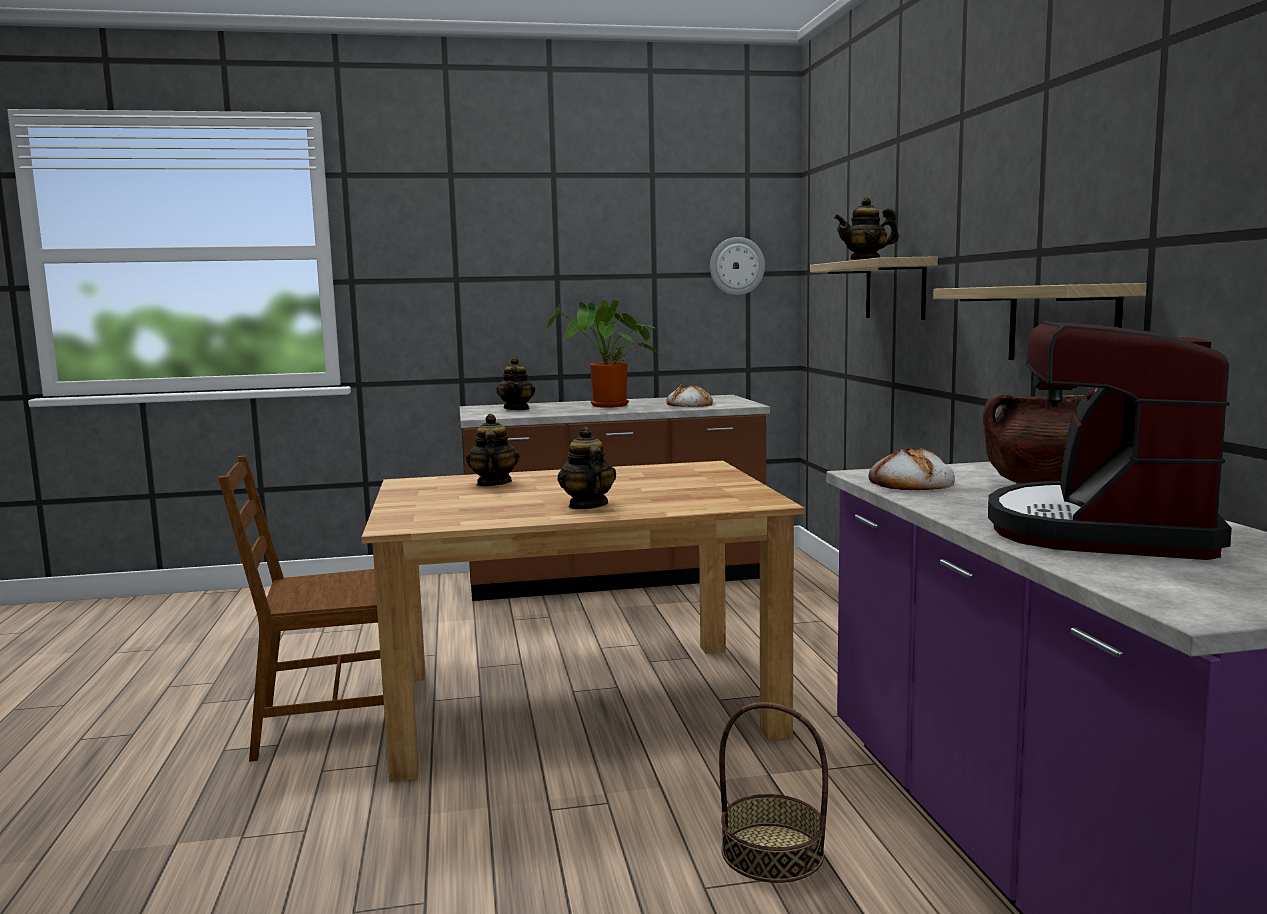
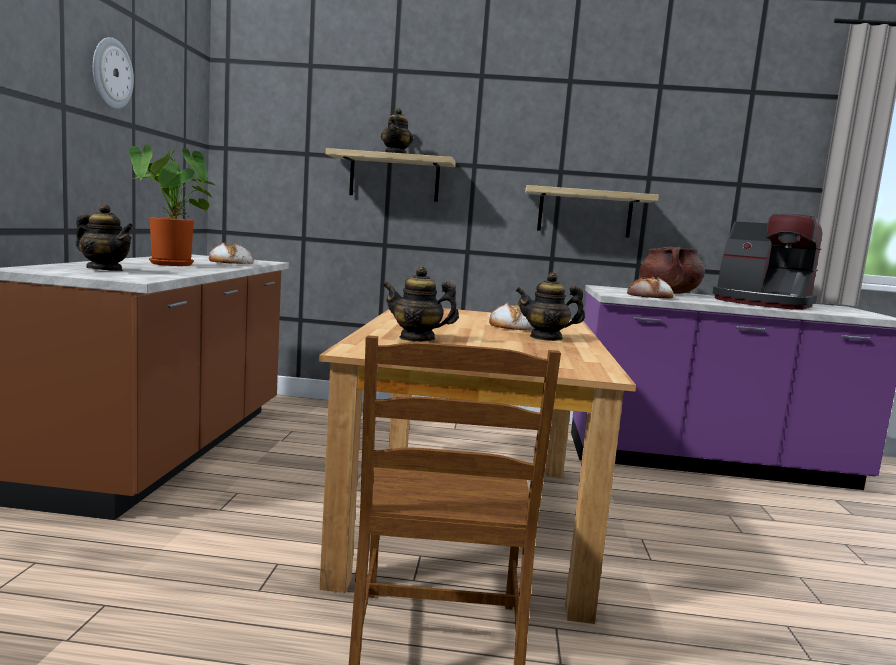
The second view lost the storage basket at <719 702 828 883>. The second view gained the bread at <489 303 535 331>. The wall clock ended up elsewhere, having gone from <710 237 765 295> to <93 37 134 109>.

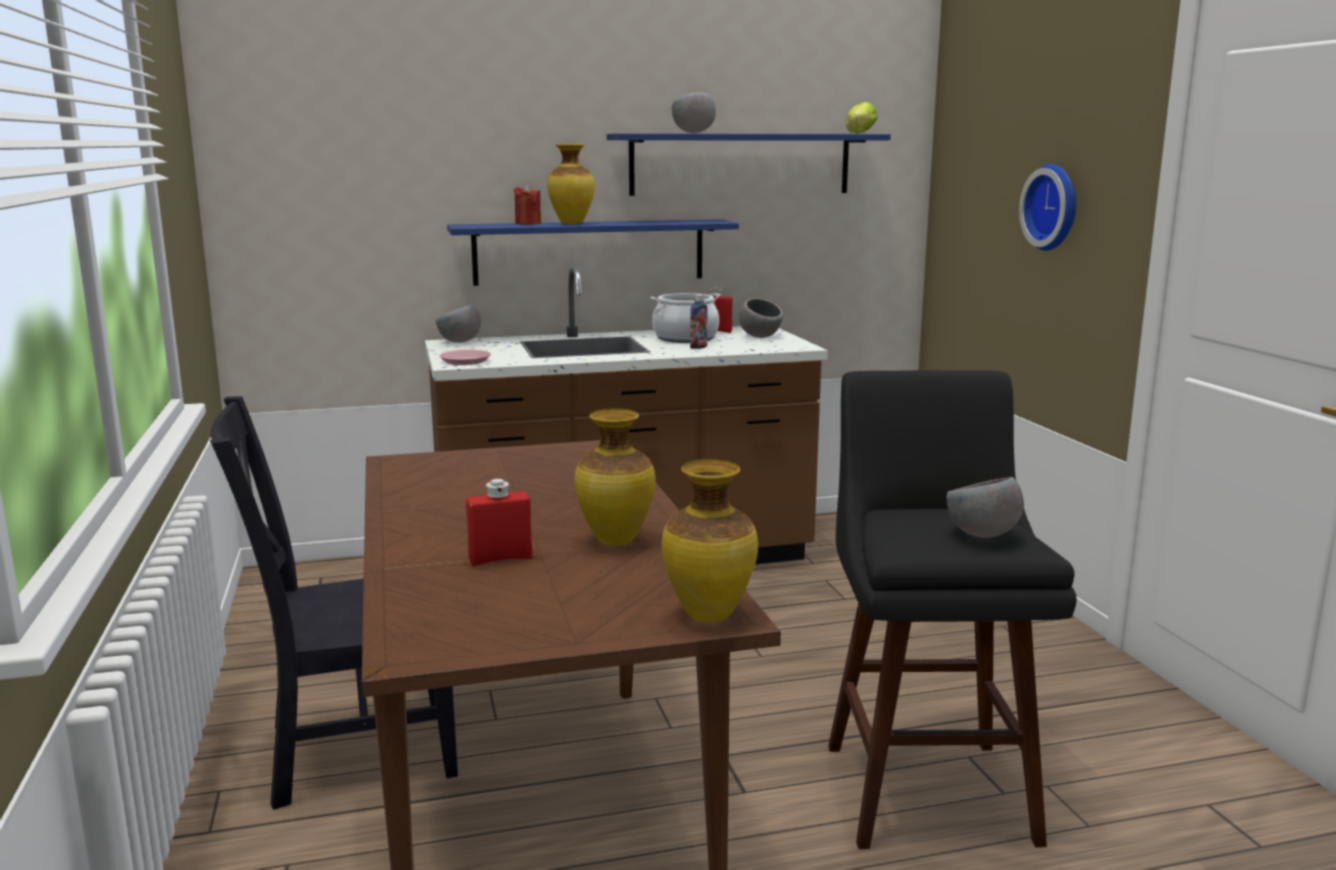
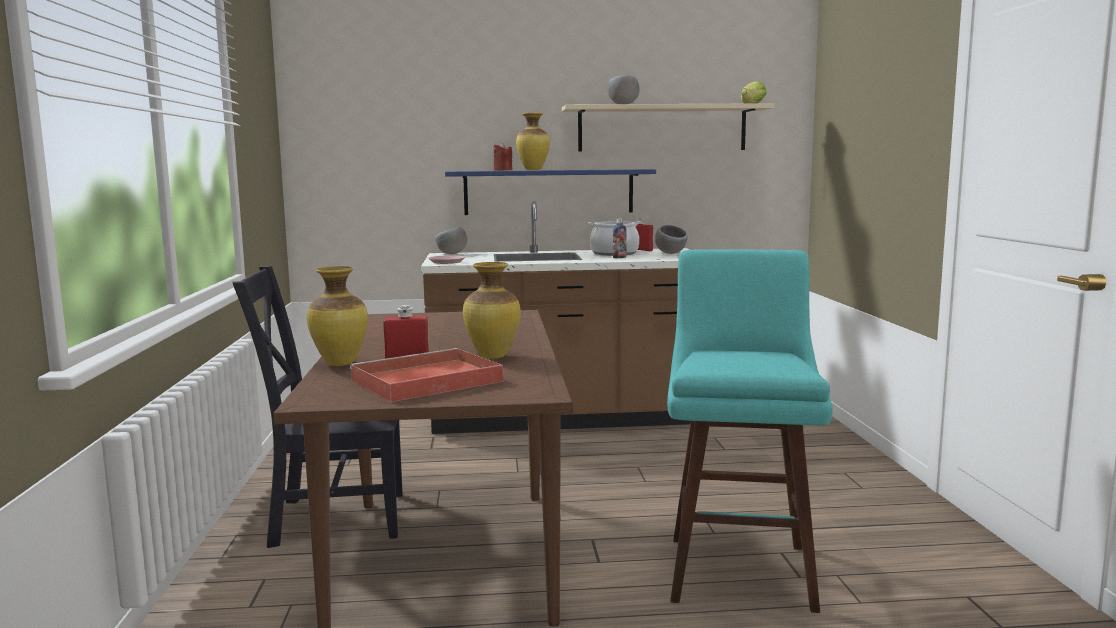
The second view lost the grey deep dish at <946 477 1024 538>. The second view lost the wall clock at <1019 164 1076 251>. The second view gained the red carrying tray at <350 348 503 402>. The flower vase ended up elsewhere, having gone from <662 459 758 623> to <307 266 368 366>. What was the bluish bracket shelf at <607 133 891 196> turned into the sand-coloured bracket shelf at <562 103 774 152>. What was the black stool at <828 370 1077 849> turned into the turquoise stool at <667 249 833 613>.

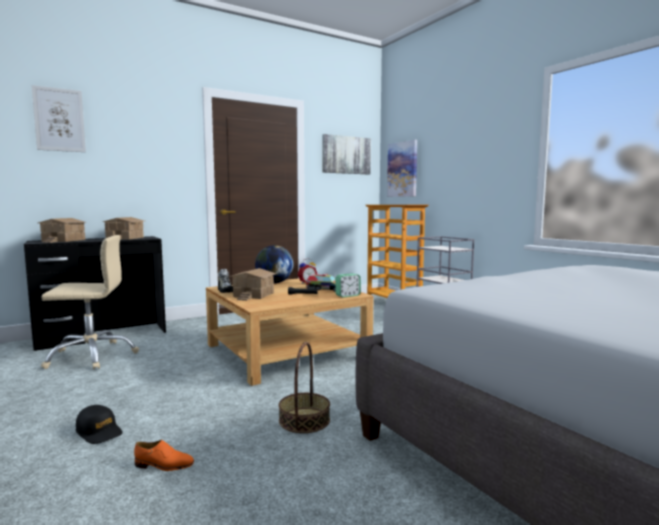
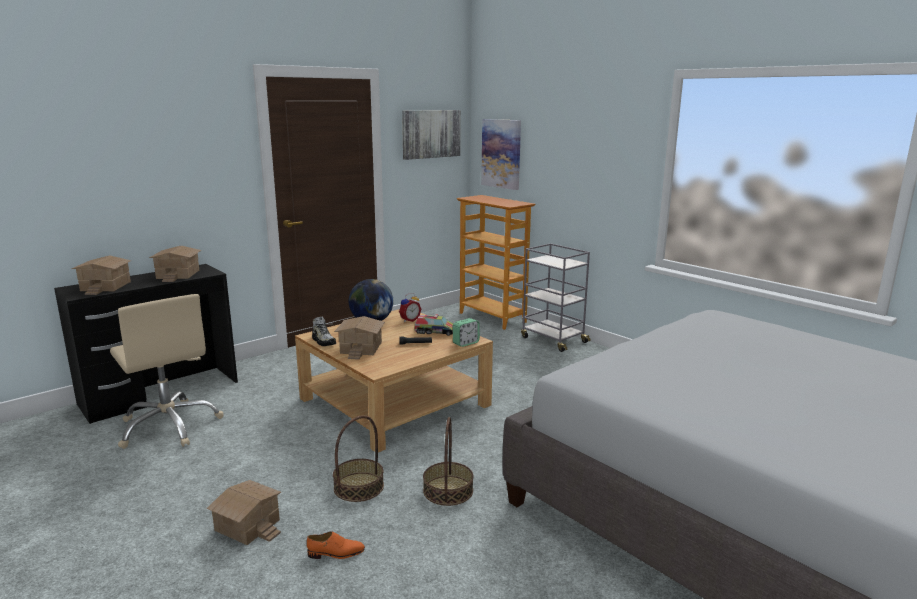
The second view lost the wall picture at <32 85 86 152>. The second view gained the storage basket at <333 415 384 502>. Where the black peaked cap stood at <76 405 122 444>, the toy house came to stand at <207 480 281 545>. The sand-coloured office chair at <41 235 139 370> ended up facing another way, 75 degrees clockwise from before.

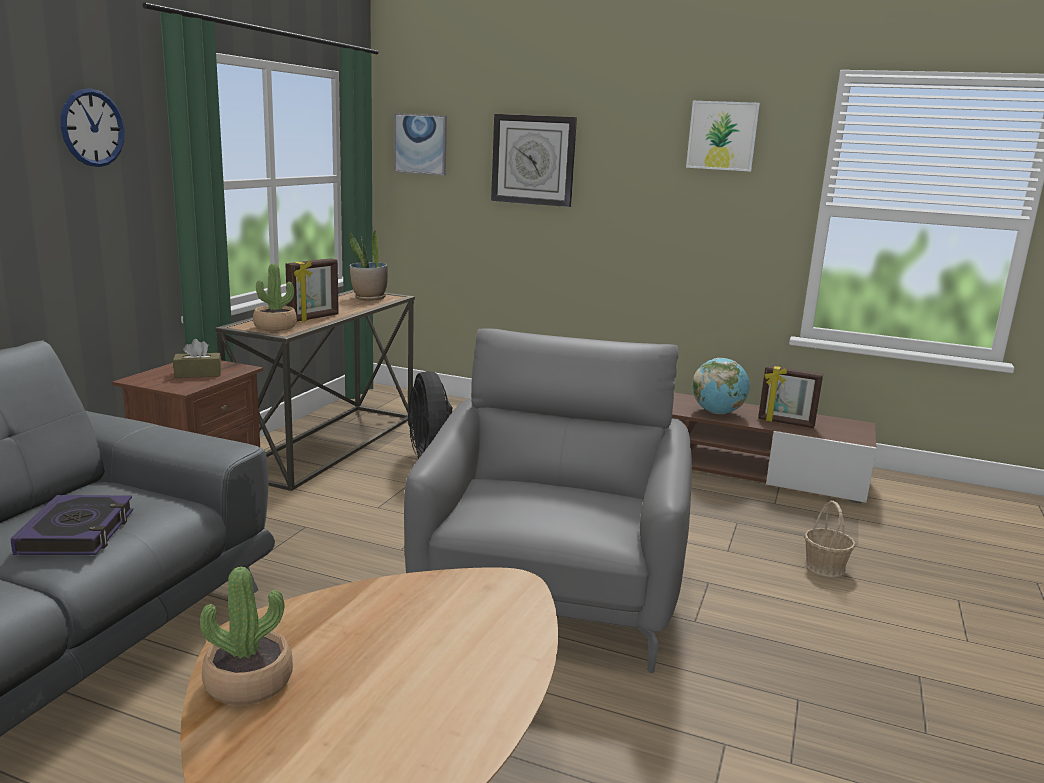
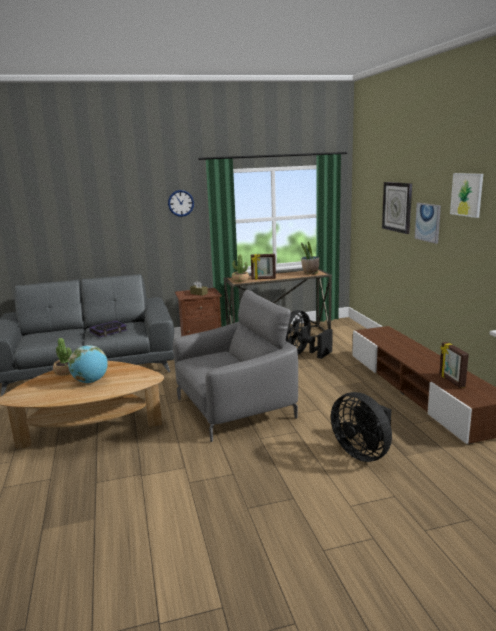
The wall picture ended up elsewhere, having gone from <394 113 447 175> to <415 203 441 244>. The globe ended up elsewhere, having gone from <692 358 750 414> to <68 345 108 383>. Where the storage basket stood at <804 501 856 577>, the black cooling fan came to stand at <331 392 392 462>.

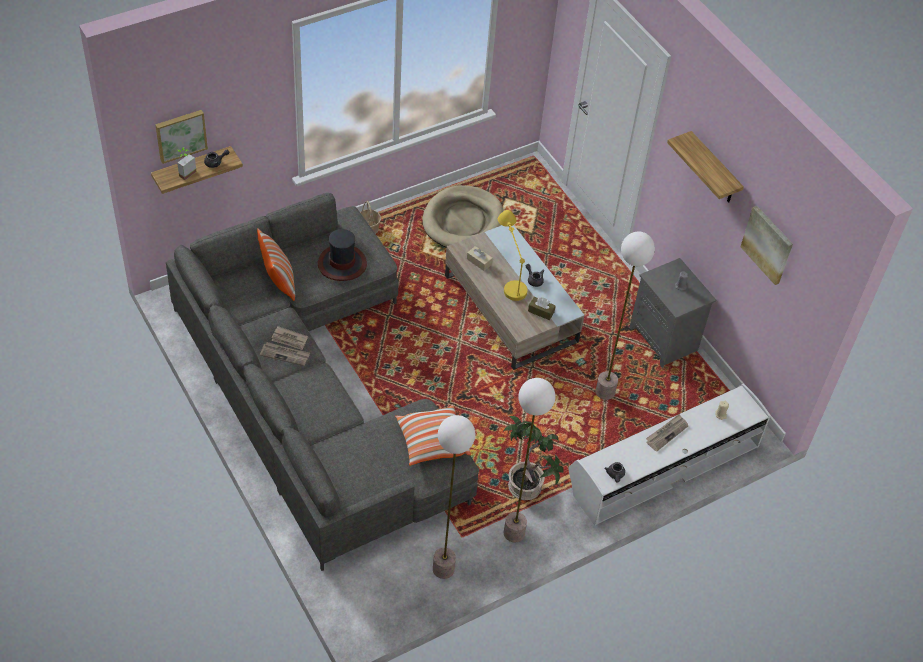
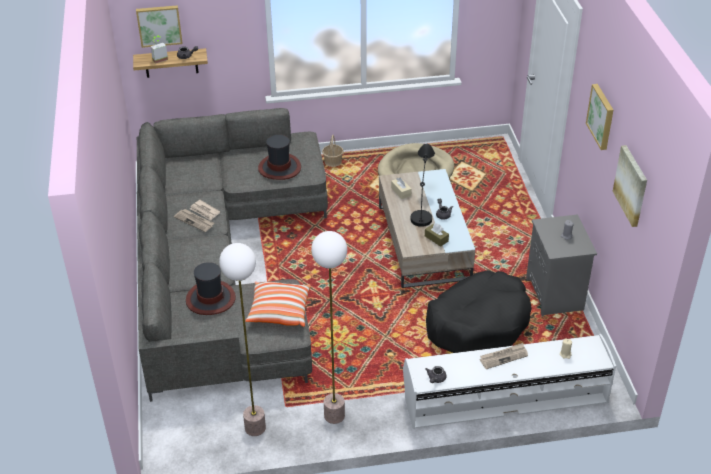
The second view lost the throw pillow at <257 228 295 301>. The second view lost the houseplant at <503 416 564 500>. The second view gained the clothing hat at <186 262 236 315>. Where the standing lamp stood at <595 232 655 400>, the black pet bed came to stand at <426 270 532 353>. Where the bracket shelf hung at <667 131 744 203>, the wall picture came to hang at <586 84 613 150>. What was the yellowish tabletop lamp at <498 210 527 301> turned into the black tabletop lamp at <411 143 435 227>.

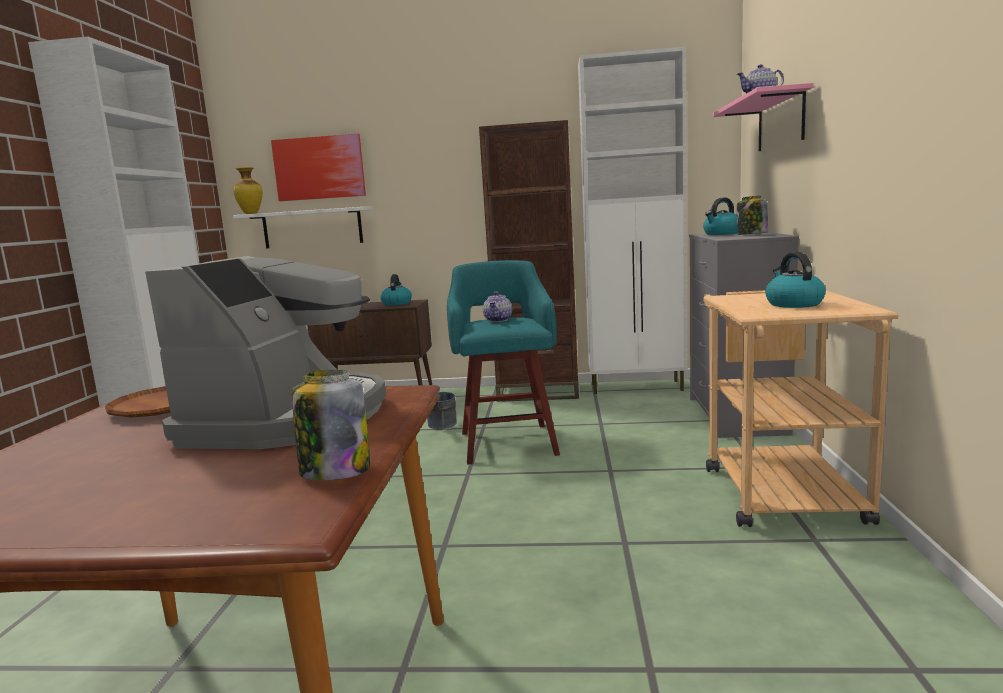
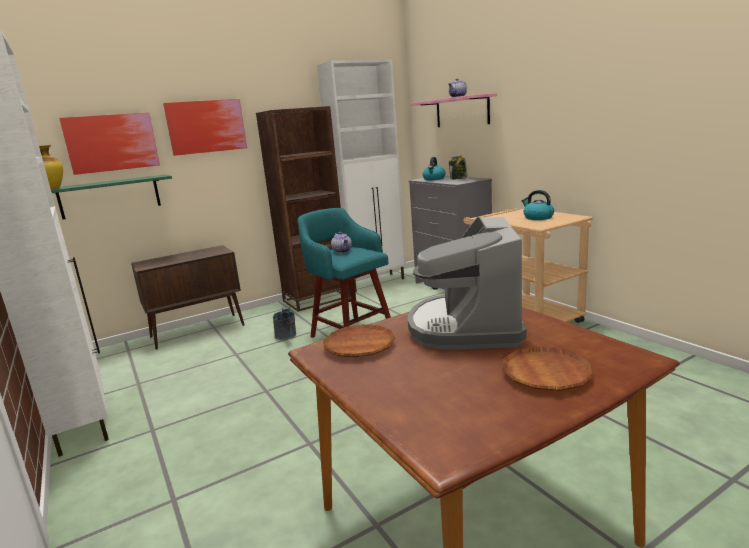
The second view lost the preserve jar at <292 369 370 480>. The second view lost the tea kettle at <380 274 412 306>. The second view gained the wall picture at <163 99 247 156>. The second view gained the brownish flat dish at <502 347 594 391>. What was the white-coloured bracket shelf at <233 207 373 249> turned into the green bracket shelf at <51 174 172 220>. The coffee brewer at <145 256 386 449> ended up facing another way, 150 degrees counterclockwise from before.

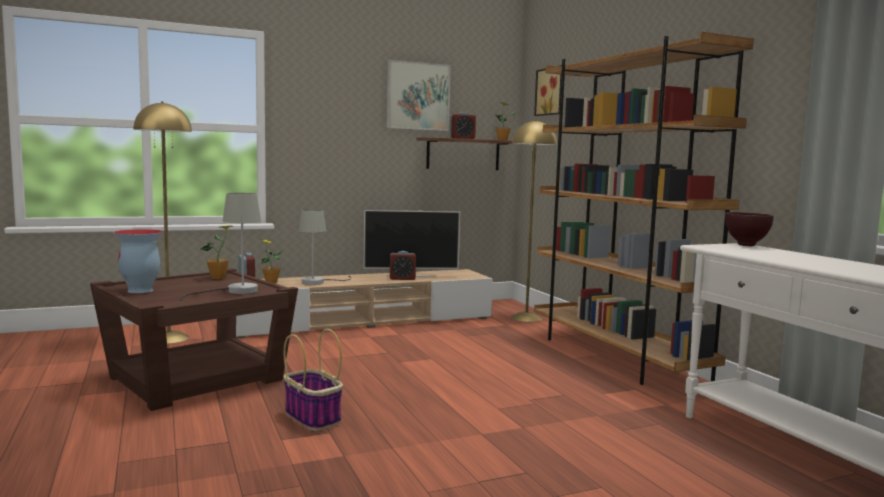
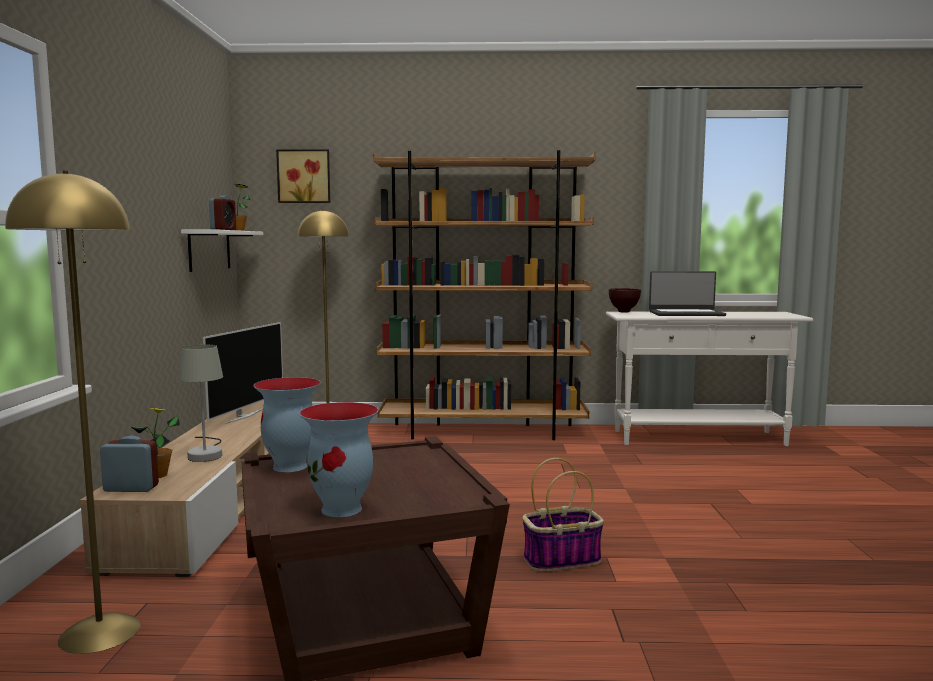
The second view lost the grey tabletop lamp at <180 193 261 301>. The second view lost the wall picture at <387 60 451 131>. The second view lost the alarm clock at <390 251 416 280>. The second view gained the notebook computer at <649 271 726 316>. Where the houseplant stood at <201 226 233 279>, the flower vase came to stand at <253 377 321 472>. What was the brownish bracket shelf at <416 137 512 170> turned into the white-coloured bracket shelf at <181 230 263 272>.

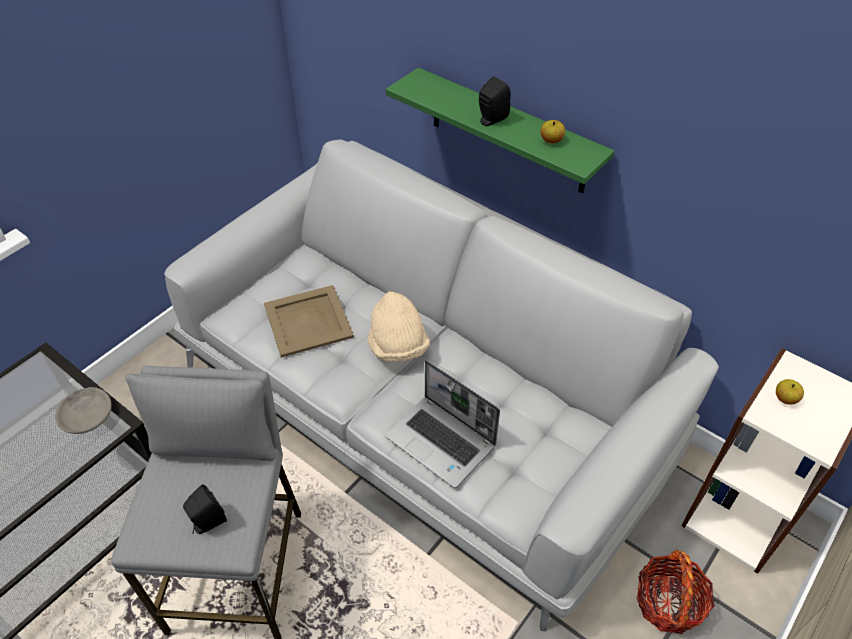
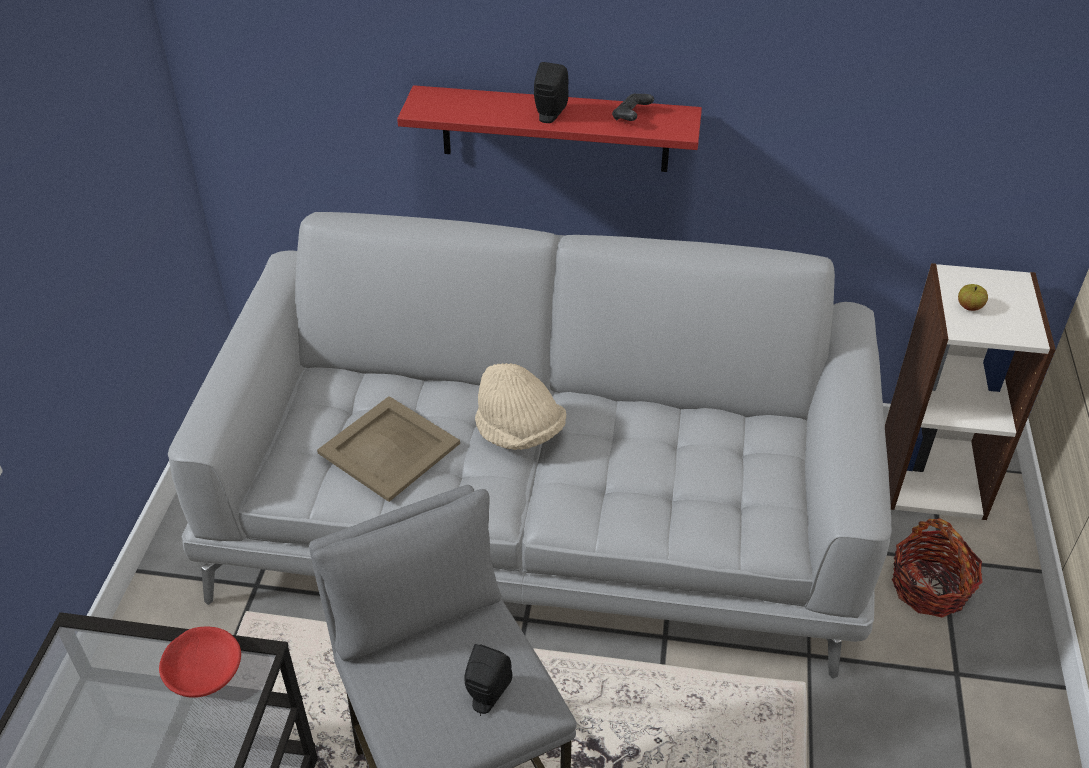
The second view lost the notebook computer at <385 360 500 488>. Where the apple fruit stood at <541 120 565 143>, the black game controller came to stand at <612 94 654 121>. What was the grey deep dish at <55 387 112 434> turned into the red deep dish at <159 627 241 698>. What was the green bracket shelf at <386 68 615 194> turned into the red bracket shelf at <397 85 702 172>.

